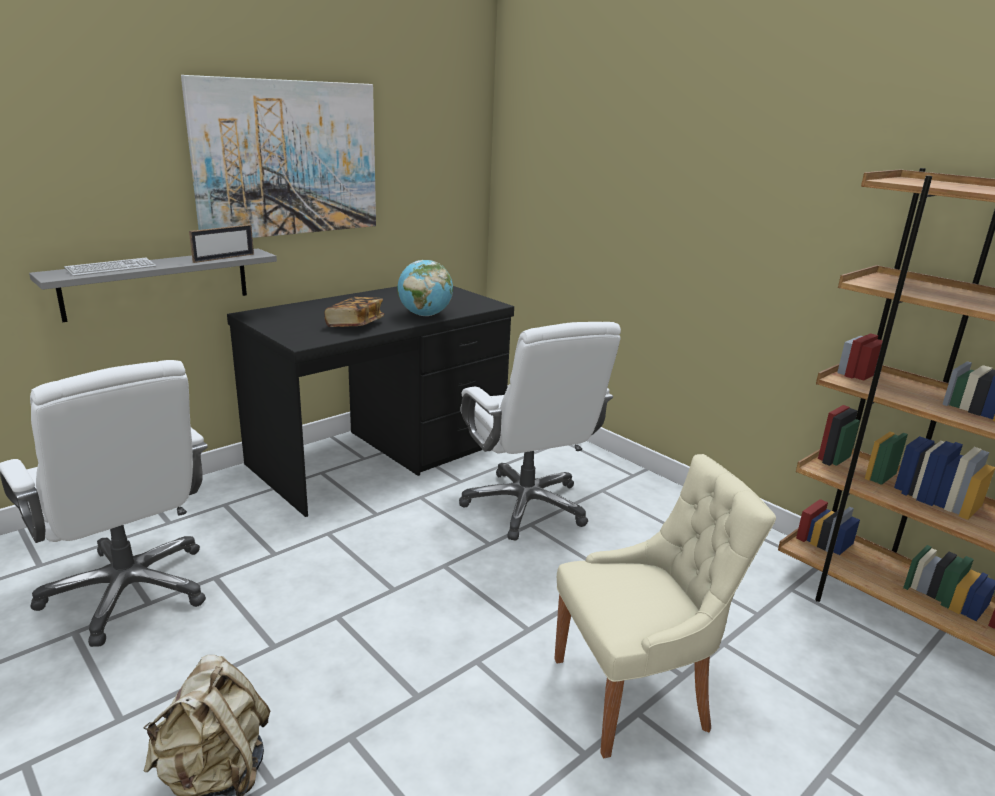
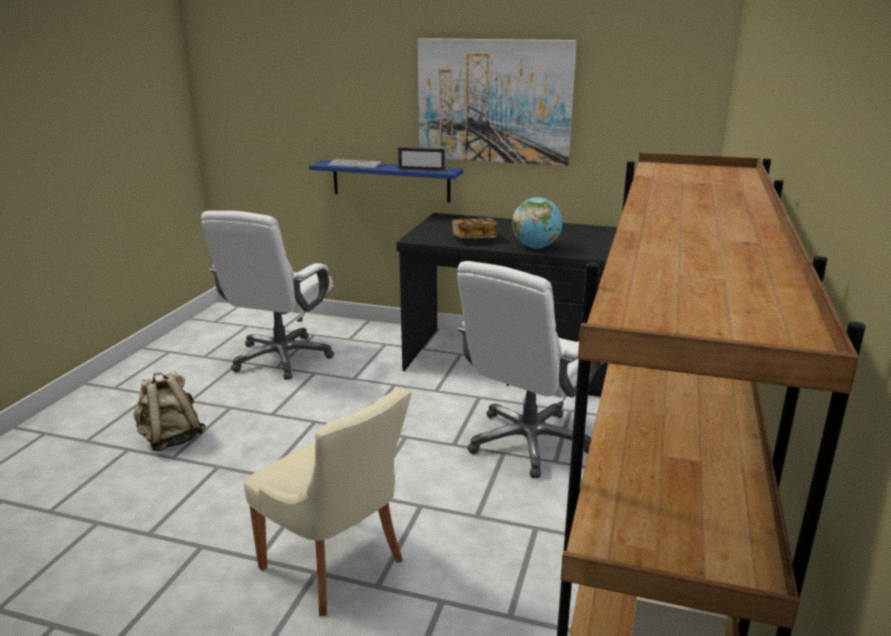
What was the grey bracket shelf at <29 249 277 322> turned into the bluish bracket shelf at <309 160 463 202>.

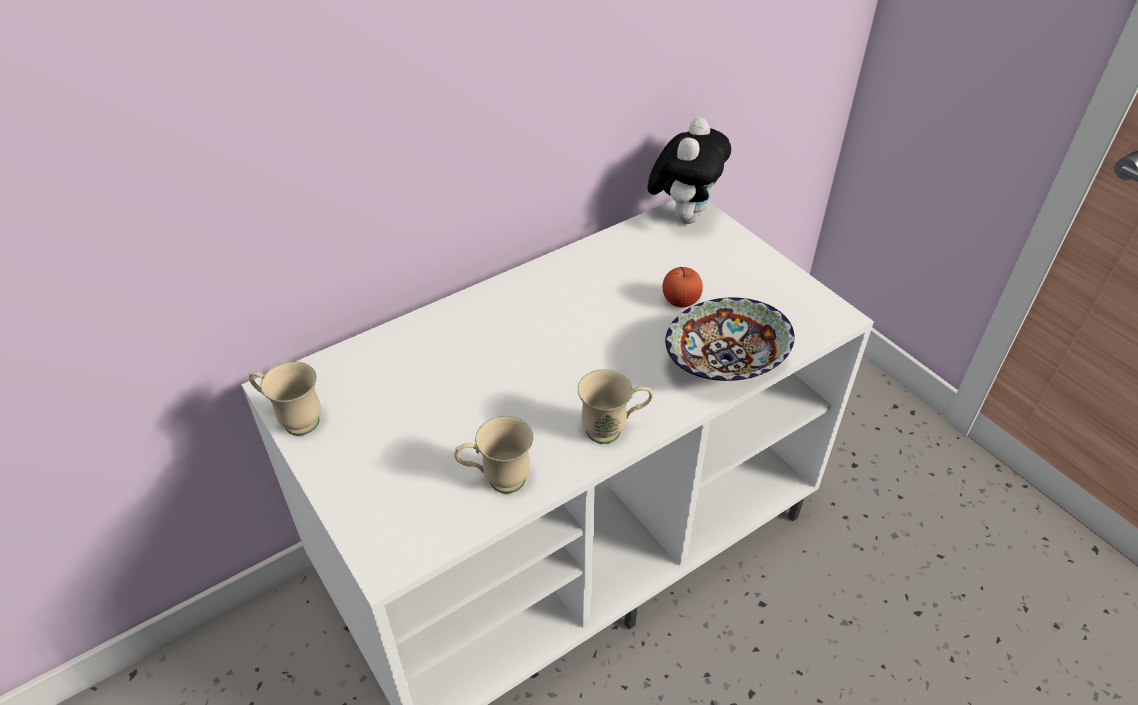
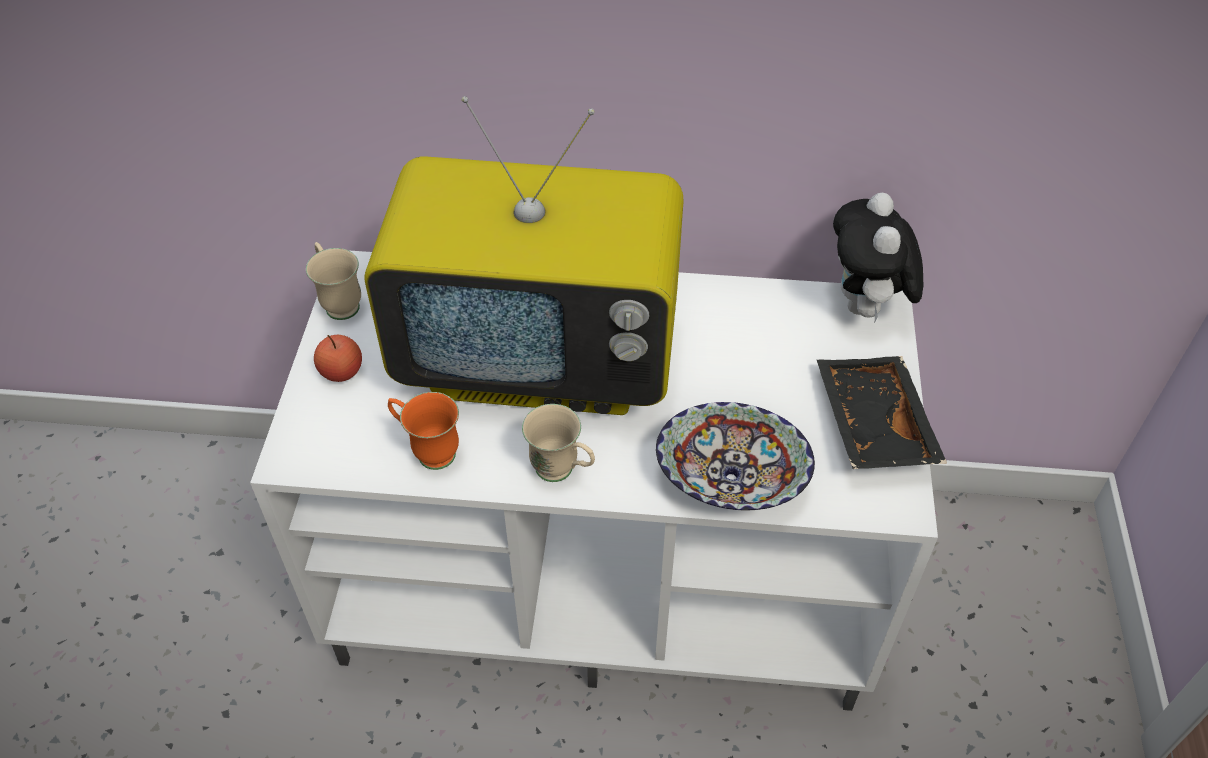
The second view gained the TV at <364 96 684 415>. The second view gained the black carrying tray at <817 356 947 469>. The apple fruit ended up elsewhere, having gone from <663 266 703 307> to <314 335 362 382>. What was the sand-coloured tea mug at <454 416 533 494> turned into the orangey tea mug at <388 392 459 470>. The soft toy at <647 118 731 224> ended up facing another way, 120 degrees clockwise from before.

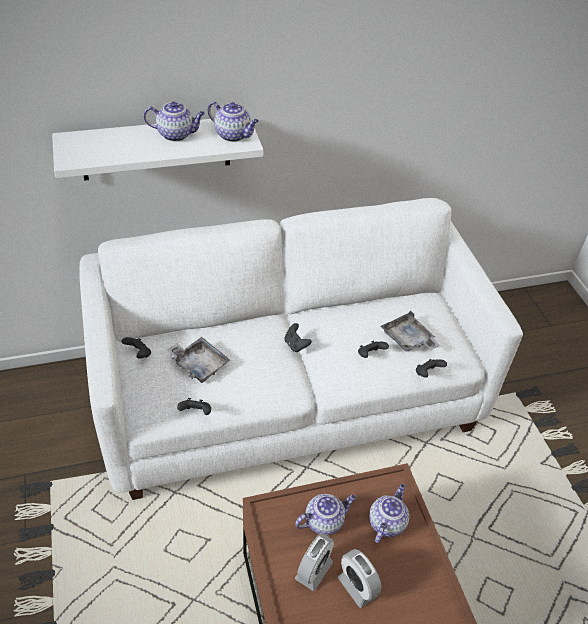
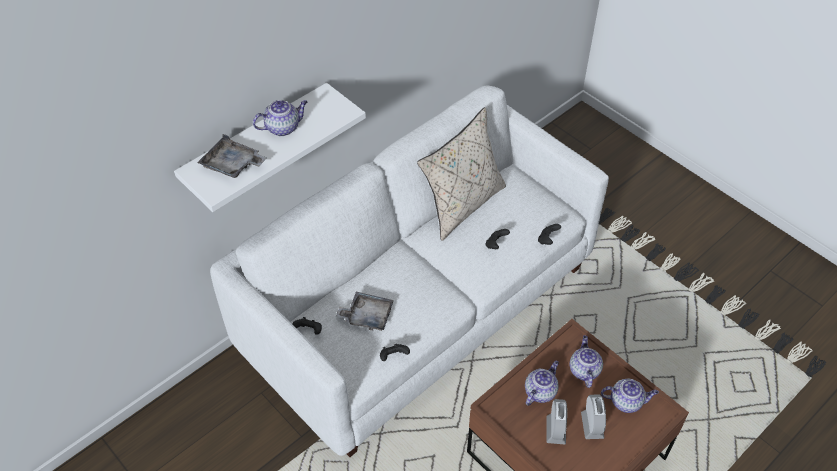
The second view lost the black game controller at <284 323 312 353>. The second view gained the sand-coloured throw pillow at <417 107 506 241>. The pot for tea ended up elsewhere, having gone from <208 102 259 142> to <601 378 659 413>. The grey carrying tray ended up elsewhere, having gone from <381 310 440 352> to <197 134 266 178>. The alarm clock at <338 549 382 608> ended up facing another way, 120 degrees counterclockwise from before.

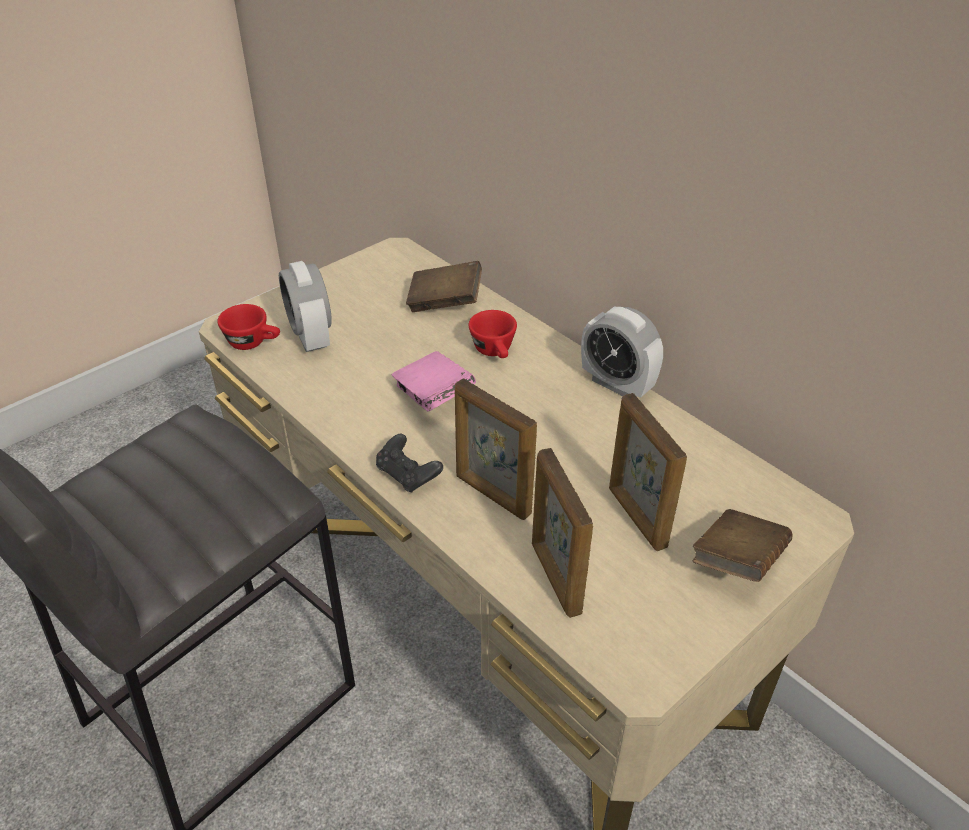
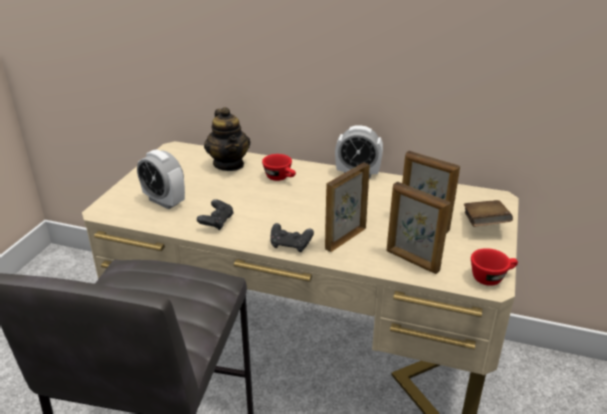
The second view lost the pink-coloured volume at <392 351 476 411>. The second view gained the black game controller at <197 199 234 230>. The red drinking cup ended up elsewhere, having gone from <217 304 280 350> to <471 248 518 286>. Where the brownish volume stood at <406 261 482 312>, the pot for tea came to stand at <204 107 250 171>. The picture frame at <455 379 537 520> ended up facing another way, 120 degrees clockwise from before.

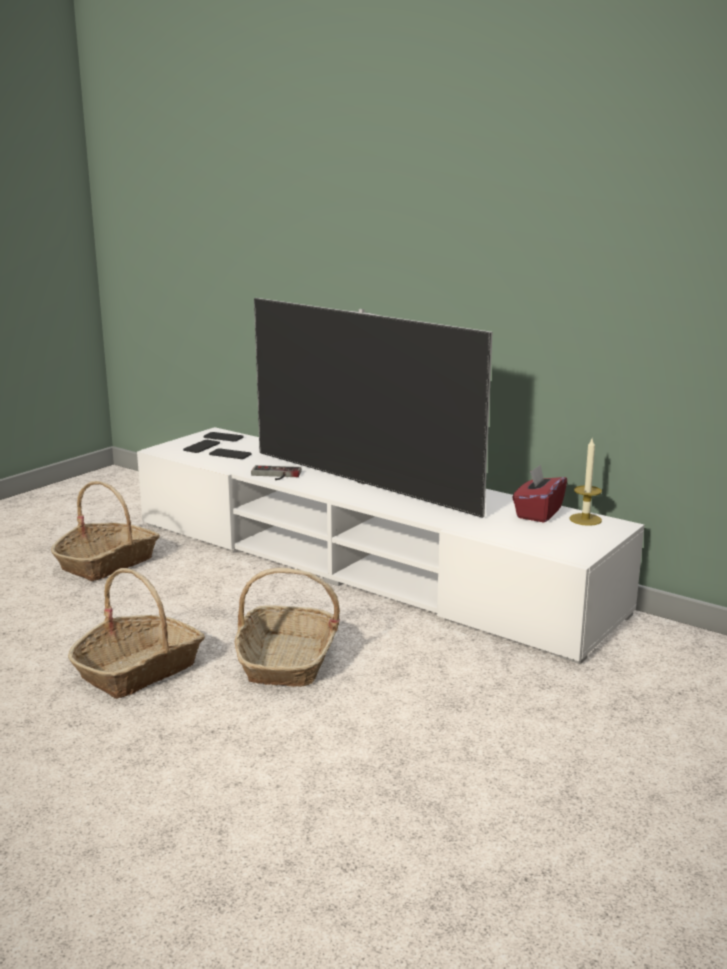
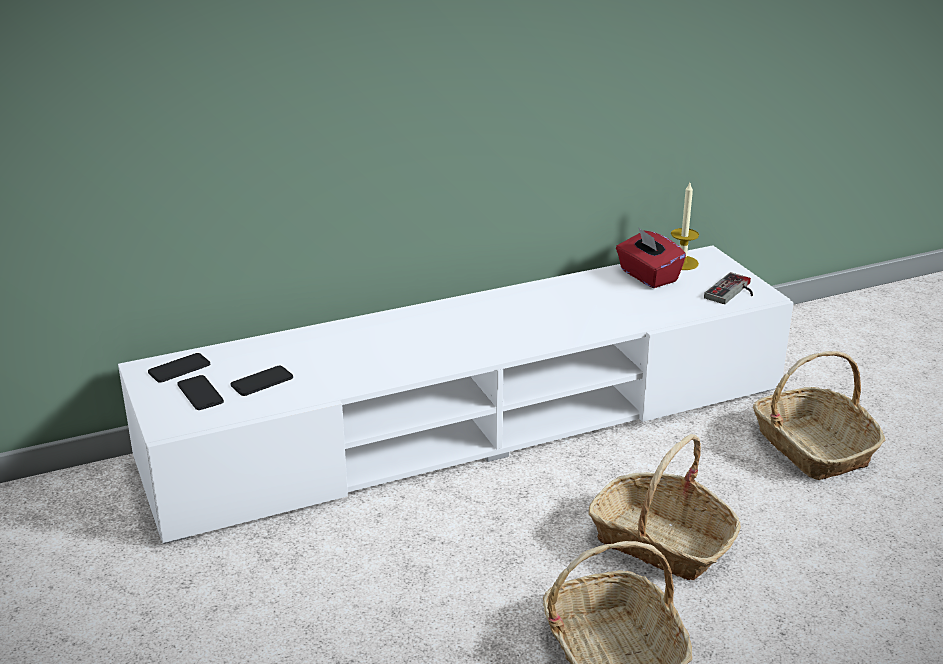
The second view lost the TV at <254 298 493 518>. The storage basket ended up elsewhere, having gone from <51 481 160 581> to <753 351 885 480>. The game controller ended up elsewhere, having gone from <251 465 302 480> to <704 272 753 304>.

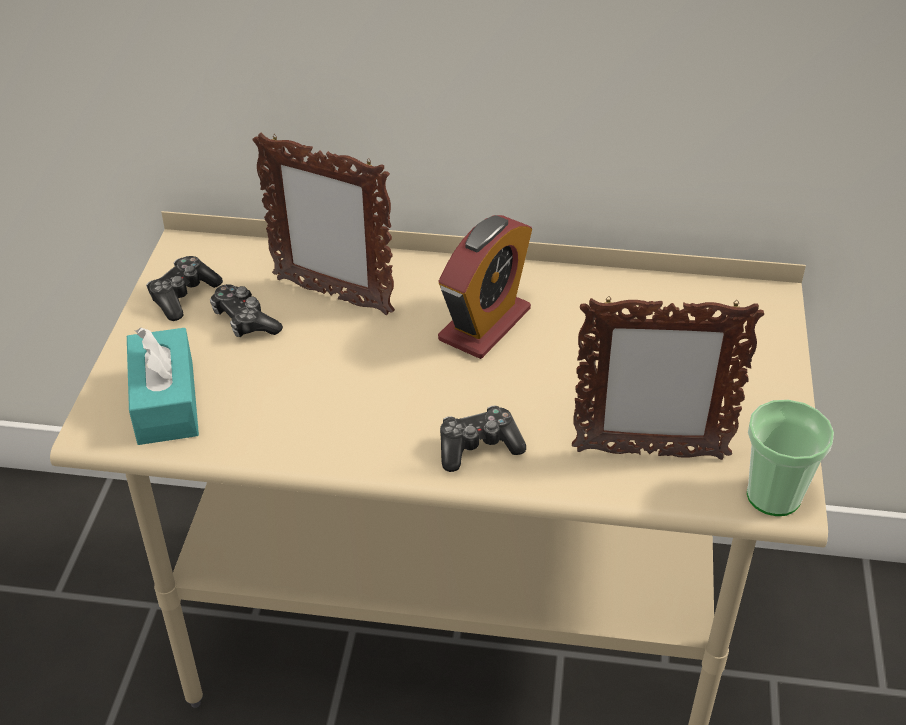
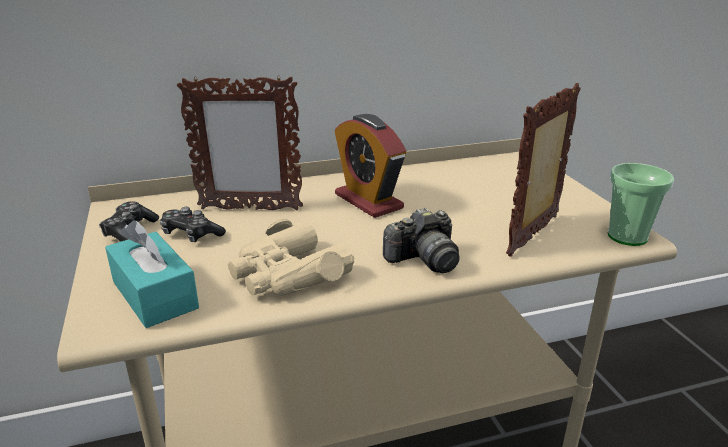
The second view gained the sand-coloured binoculars at <228 219 355 296>. Where the game controller stood at <440 406 526 472>, the photo camera came to stand at <383 208 460 273>. The alarm clock at <438 215 532 359> ended up facing another way, 135 degrees clockwise from before. The picture frame at <572 296 764 460> ended up facing another way, 150 degrees clockwise from before.

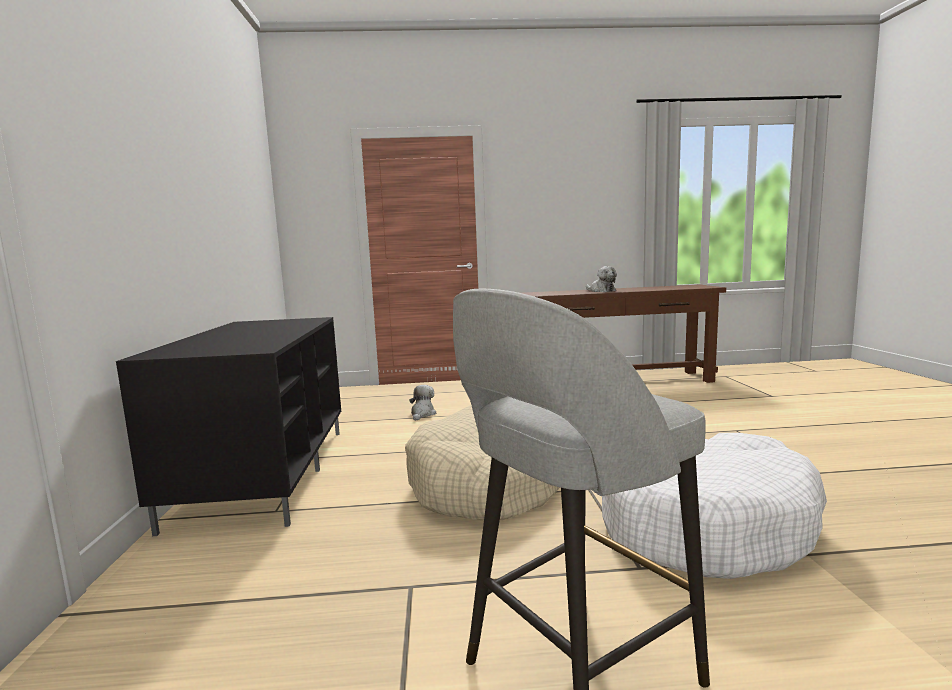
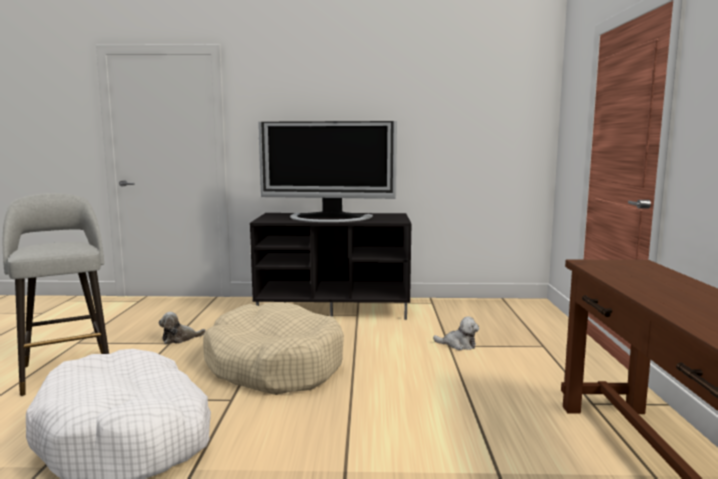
The second view gained the TV at <258 121 397 222>. The soft toy ended up elsewhere, having gone from <586 266 617 292> to <159 312 206 344>.

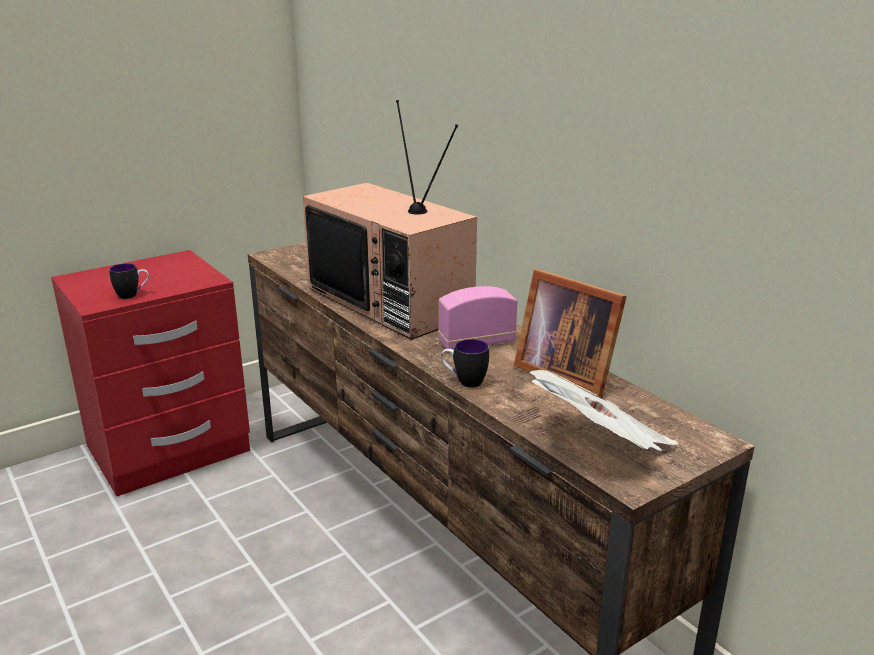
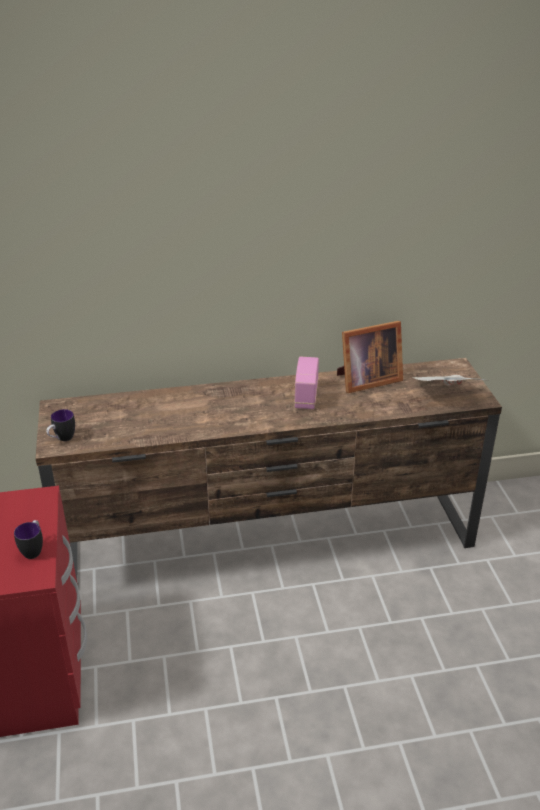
The second view lost the TV at <303 100 477 340>. The tea mug ended up elsewhere, having gone from <441 339 489 388> to <46 409 75 441>.

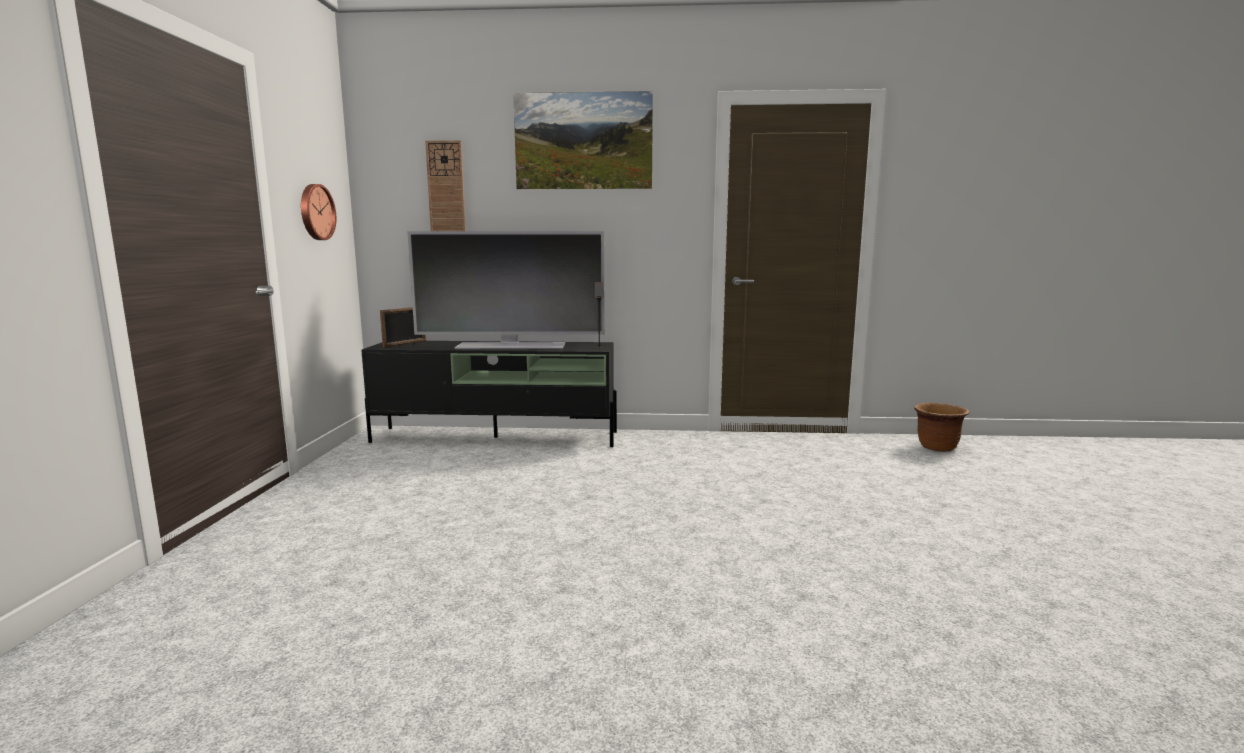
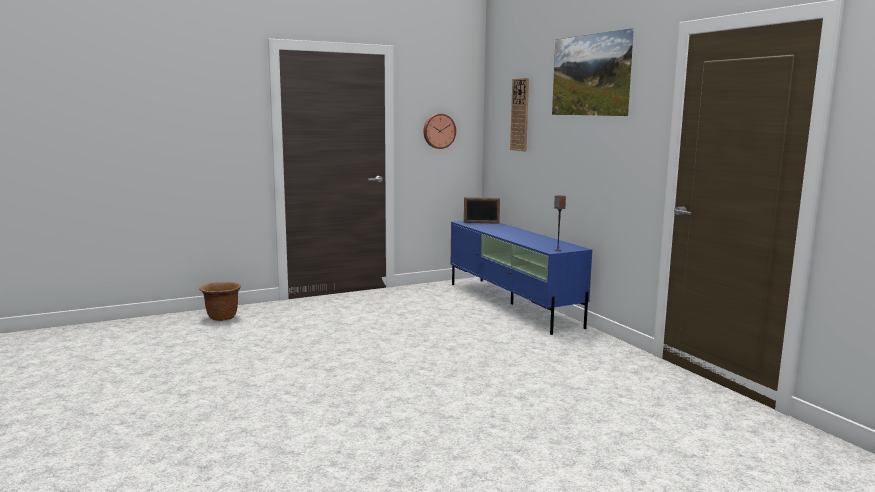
The second view lost the TV at <407 231 605 349>. The brownish plant pot ended up elsewhere, having gone from <914 403 969 452> to <199 282 241 321>. What was the black tv unit at <361 341 617 447> turned into the bluish tv unit at <451 221 592 335>.

